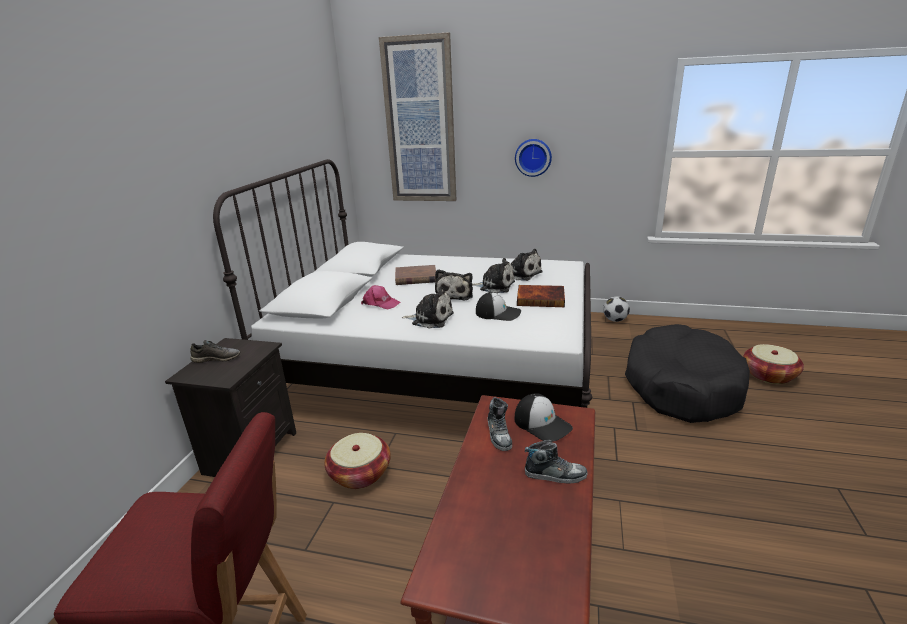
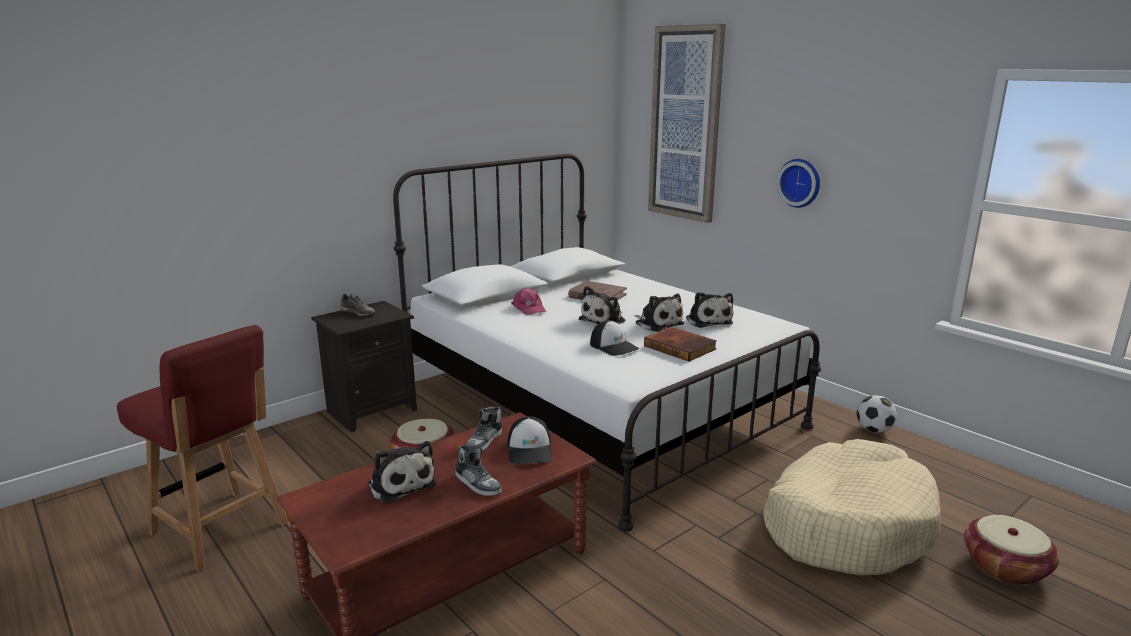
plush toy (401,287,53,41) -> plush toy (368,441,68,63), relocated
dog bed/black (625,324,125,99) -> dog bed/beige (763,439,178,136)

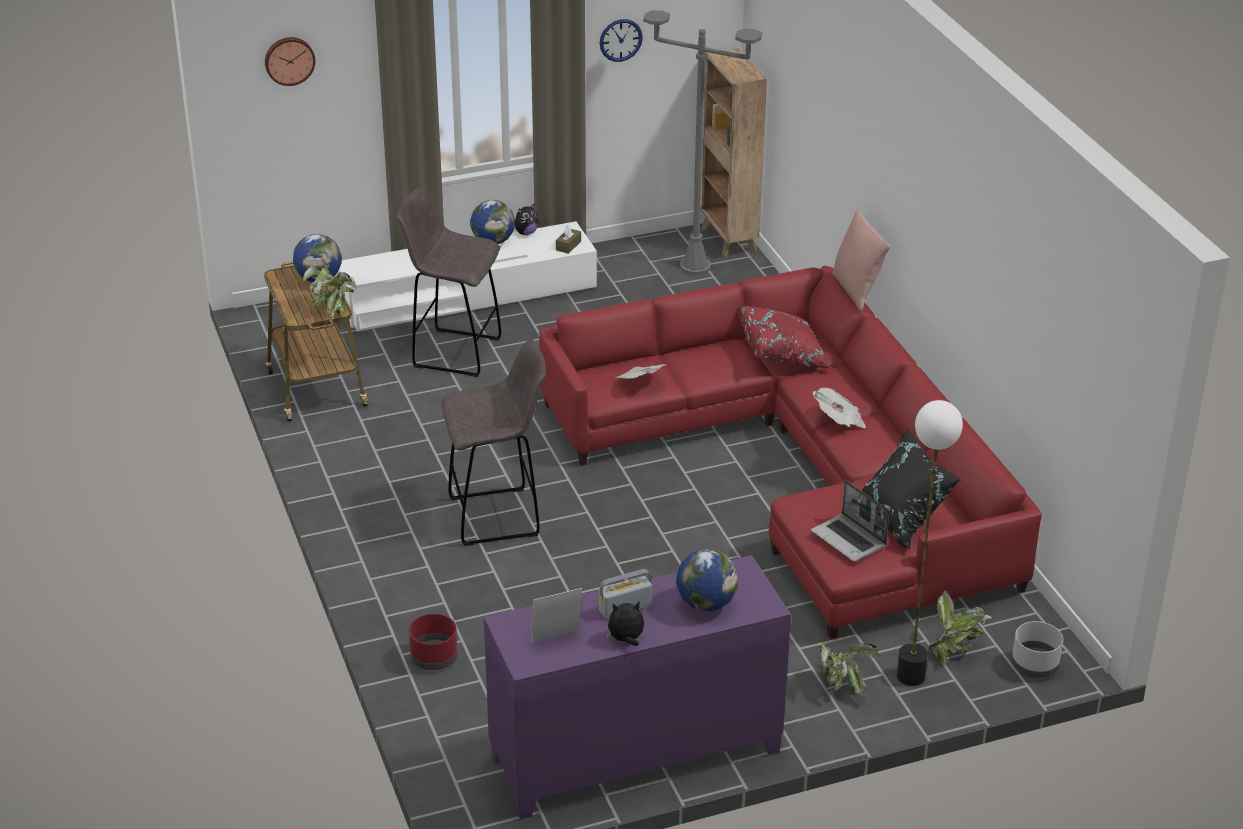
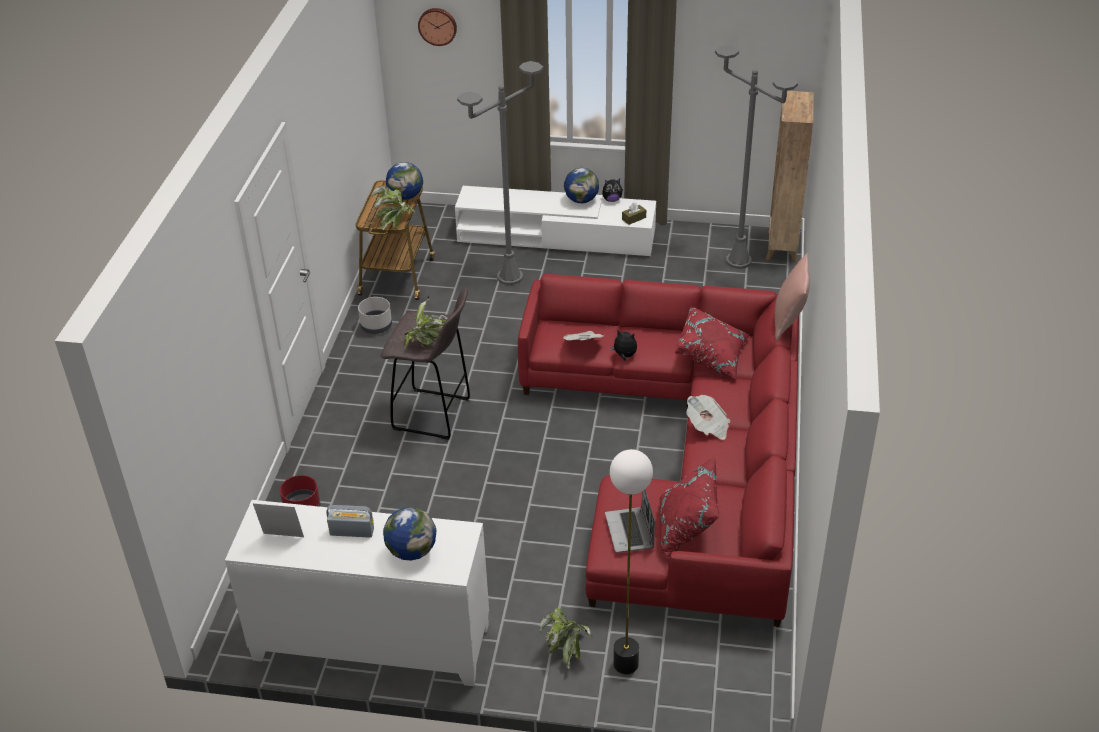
wall clock (599,19,44,43) -> none
stool/grey (397,188,104,189) -> floor lamp/grey (457,61,86,224)
pillow/black (861,428,100,122) -> pillow/red (659,456,60,103)
cabinet/purple (484,555,307,265) -> cabinet/white (225,500,264,186)
potted plant (929,589,63,75) -> potted plant (404,296,44,53), relocated
plush toy (606,601,38,45) -> plush toy (610,330,27,31), relocated
planter/grey (1012,621,51,57) -> planter/grey (358,297,34,37), relocated

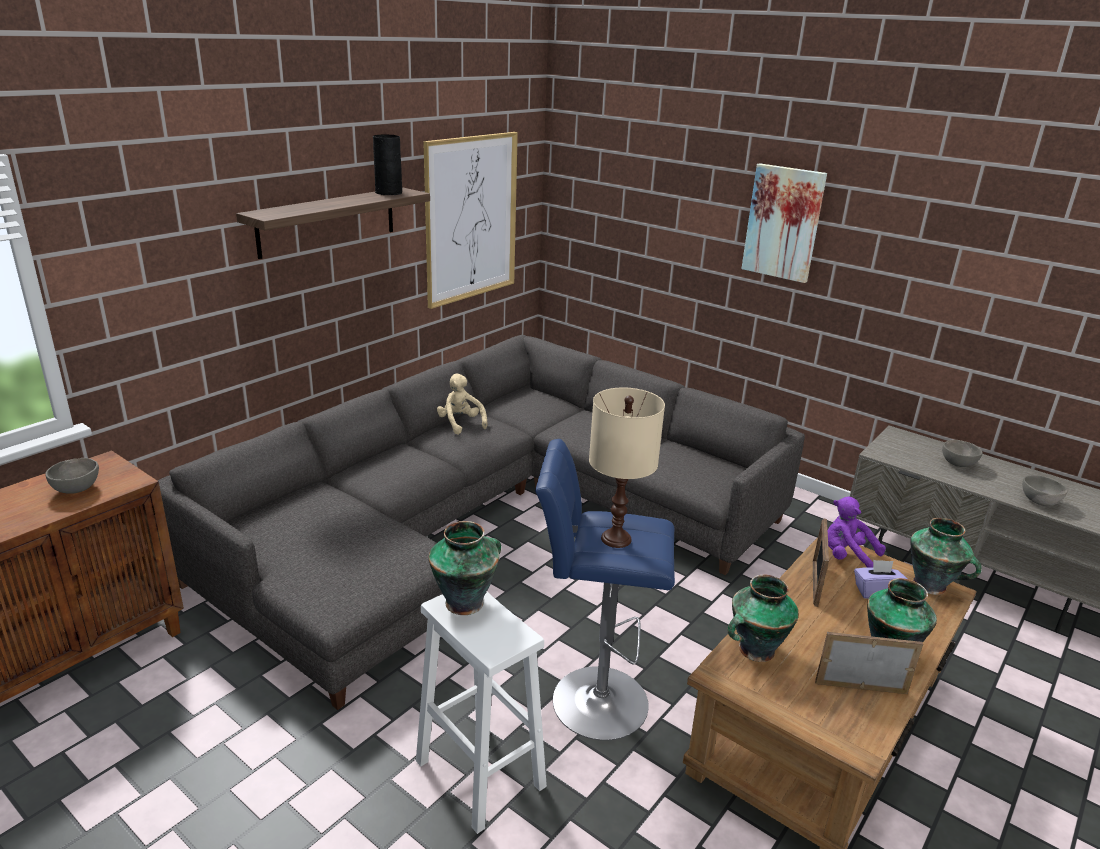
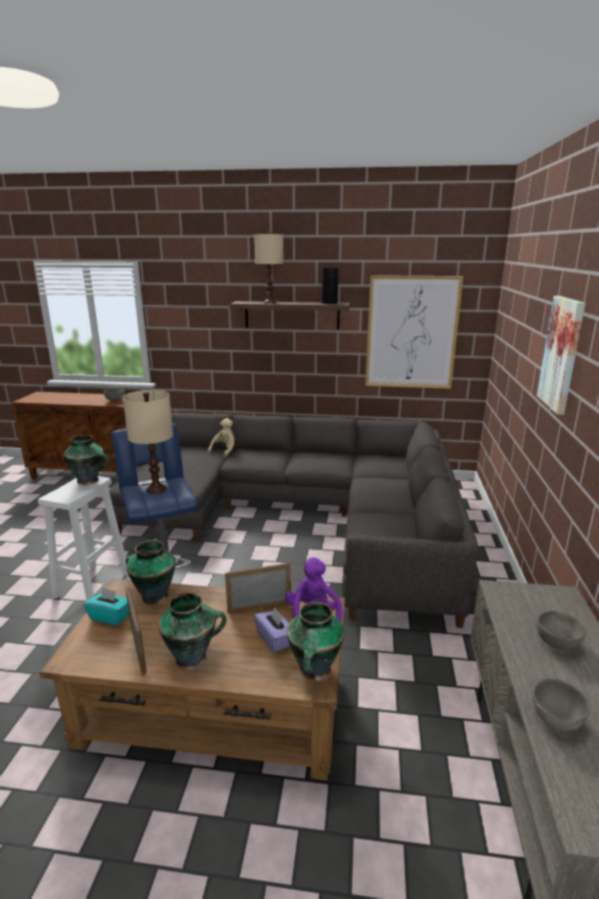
plush toy/beige (437,374,51,61) -> plush toy/beige (208,418,27,39), relocated
none -> table lamp/beige (254,232,30,72)
none -> tissue box/turquoise (84,587,45,38)

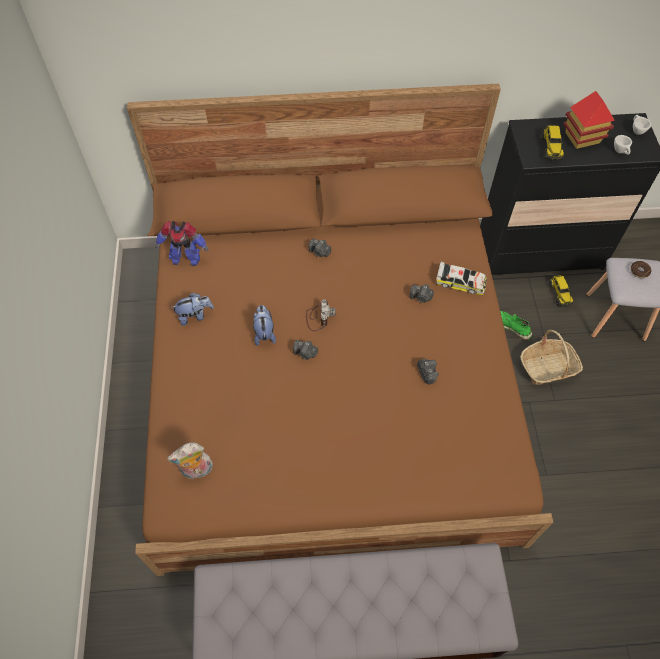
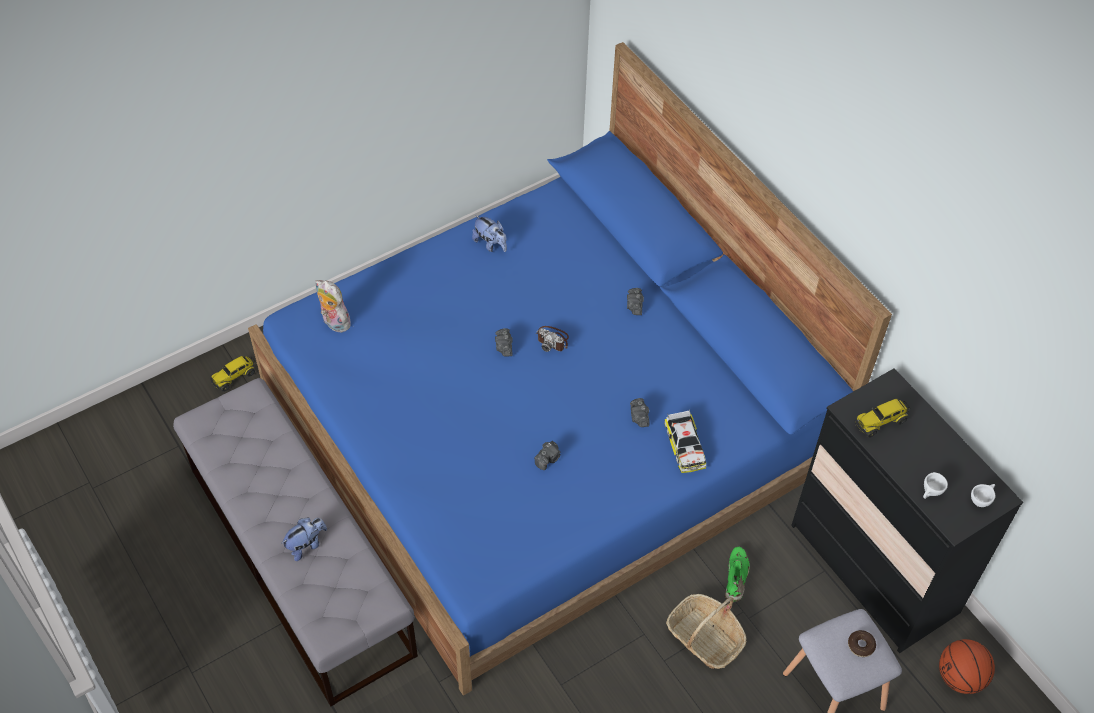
bed/brown (127,84,426,492) -> bed/blue (248,42,644,654)
toy house (564,91,51,58) -> none
toy robot (155,221,53,45) -> none
toy truck (548,274,25,33) -> toy truck (210,356,46,36), relocated
photo camera (306,299,29,32) -> photo camera (536,326,33,26), 60 degrees clockwise
plush toy (253,305,23,41) -> plush toy (281,518,46,43), relocated
none -> basketball (939,639,56,55)

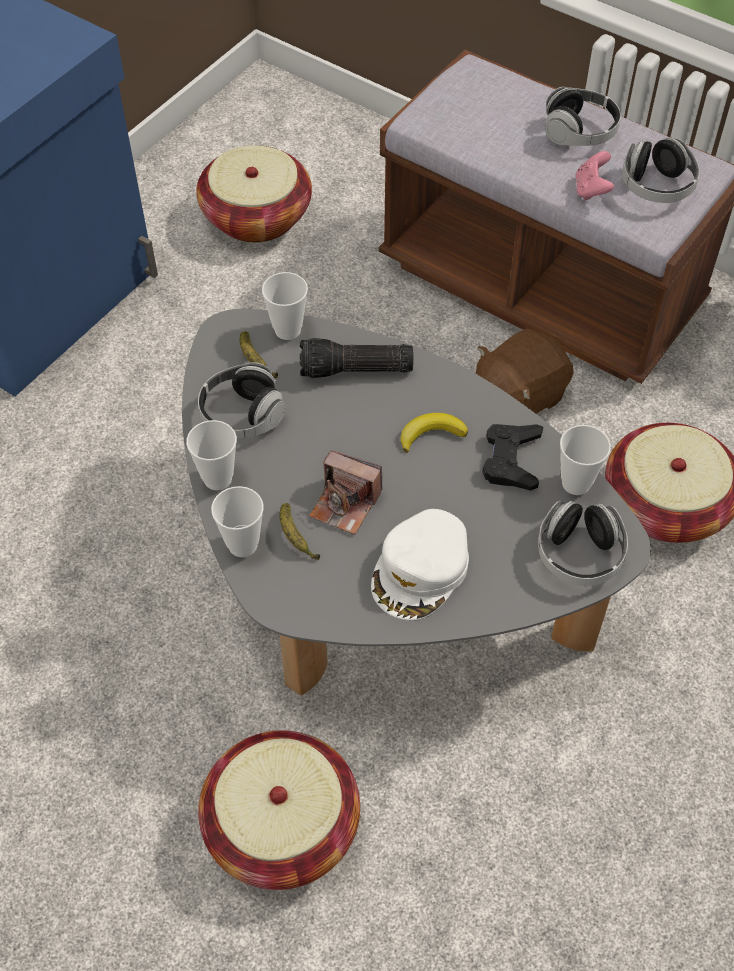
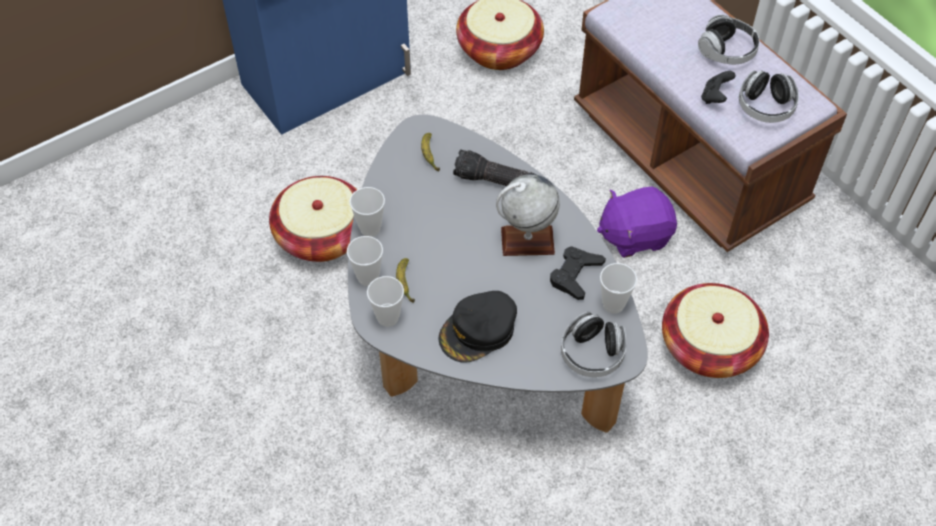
game controller/pink (575,151,39,50) -> game controller/black (701,71,35,33)
cup (262,272,46,68) -> cup (367,276,37,51), relocated
plush toy/brown (476,328,98,86) -> plush toy/purple (597,186,80,72)
headphones (198,362,89,77) -> none
banana (401,413,67,40) -> globe (496,174,64,82)
photo camera (309,451,74,84) -> none
cap/white (371,509,98,111) -> cap/black (438,291,79,72)
basket (198,730,162,160) -> basket (269,176,88,86), relocated

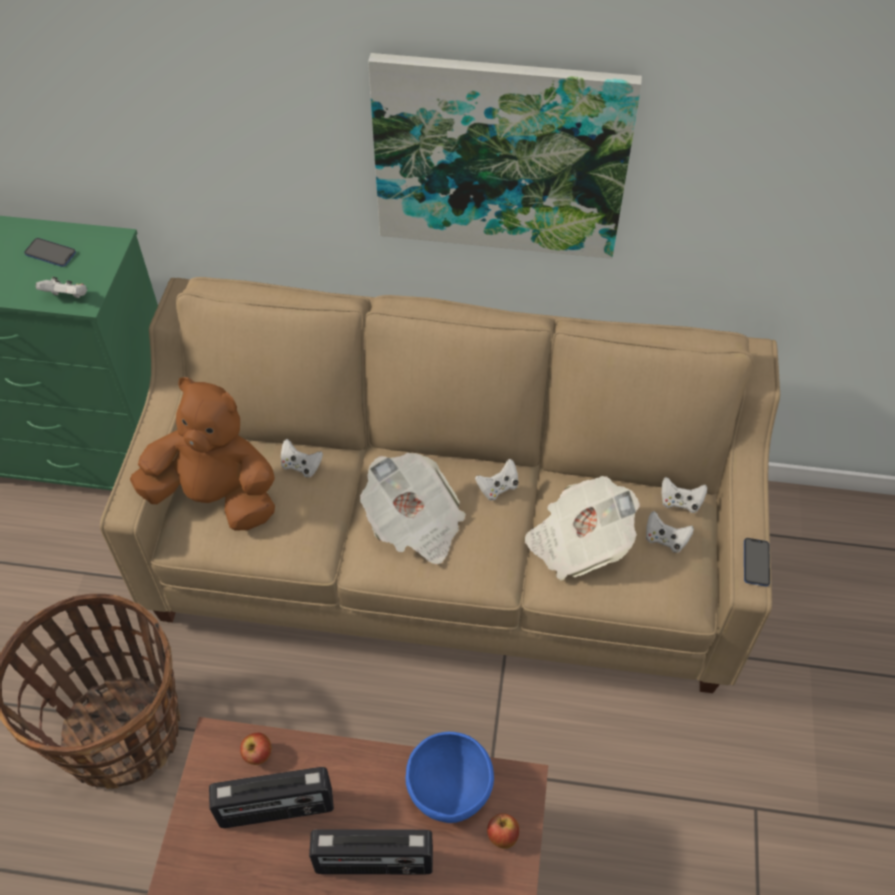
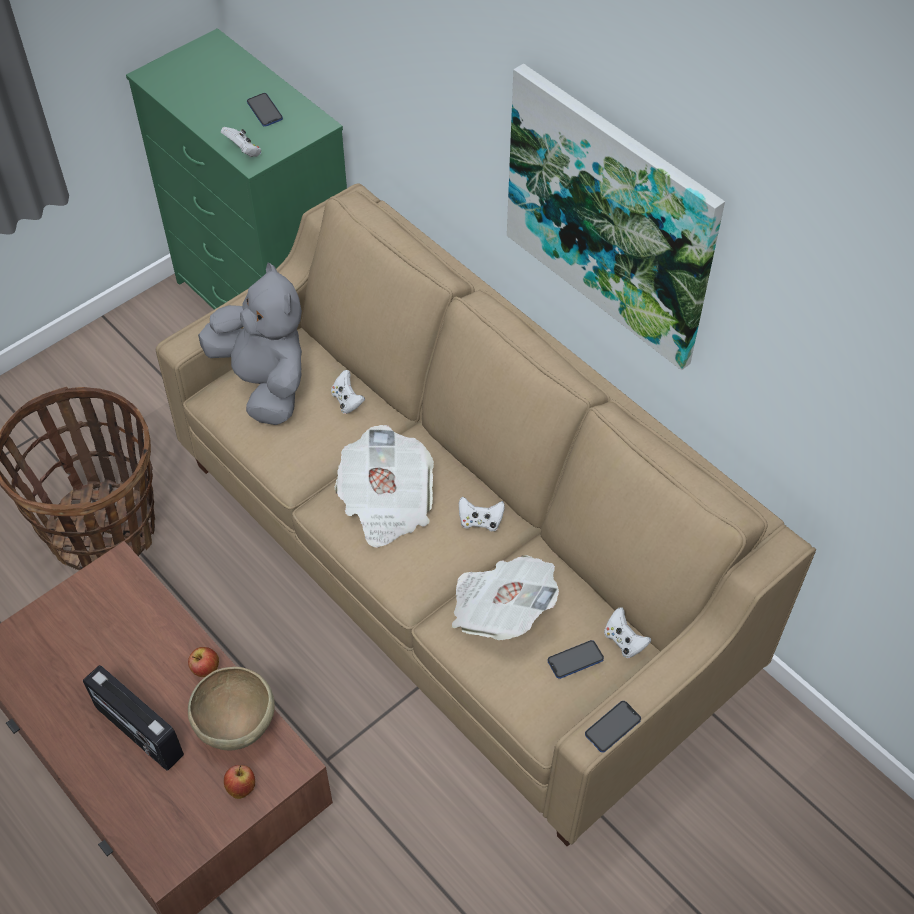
plush toy/brown (130,377,145,153) -> plush toy/grey (198,262,104,163)
game controller/white (646,511,48,42) -> phone (548,640,56,39)
bowl/blue (406,732,88,91) -> bowl/brown (188,667,87,84)
apple (240,733,31,32) -> apple (188,647,31,30), relocated
radio (209,767,125,61) -> none

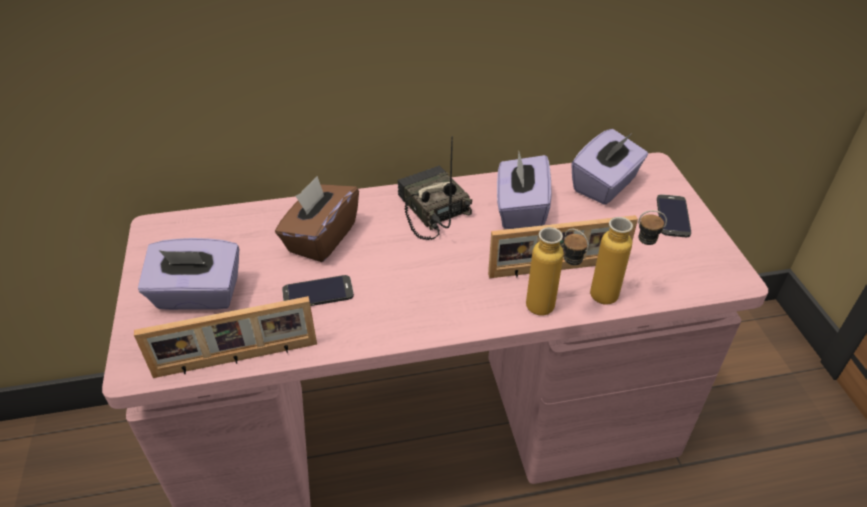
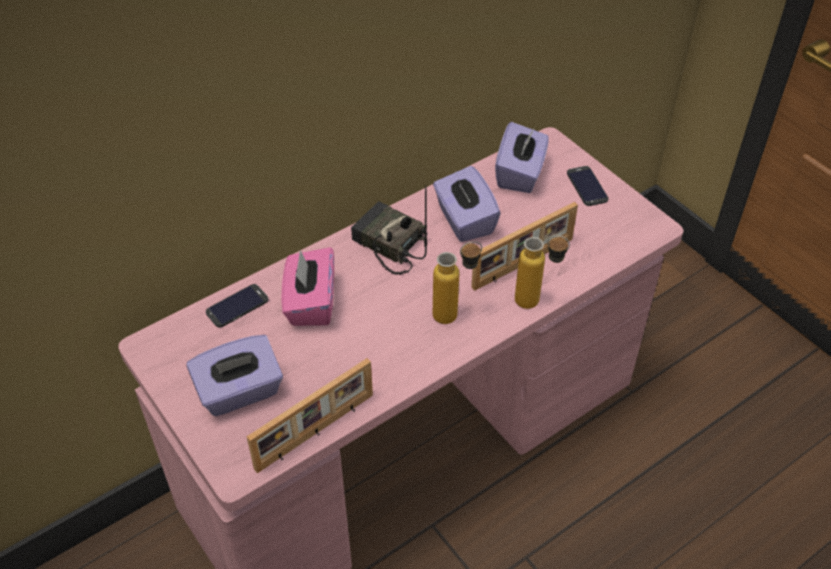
tissue box/brown (275,176,84,86) -> tissue box/pink (281,247,53,79)
bottle (590,210,77,95) -> bottle (433,241,49,83), relocated
phone (282,275,72,31) -> phone (206,284,62,44), relocated

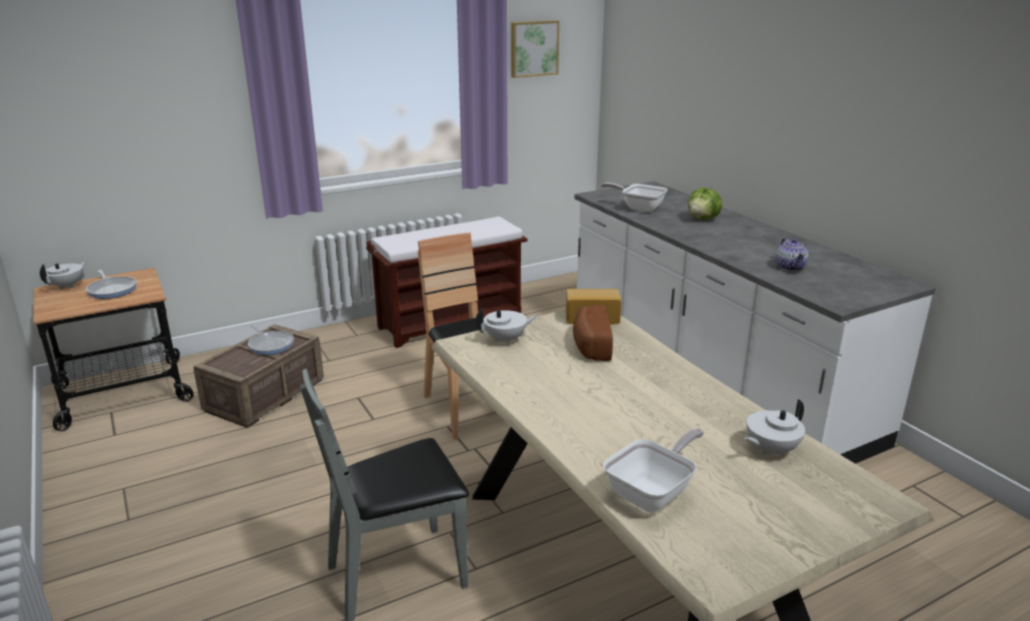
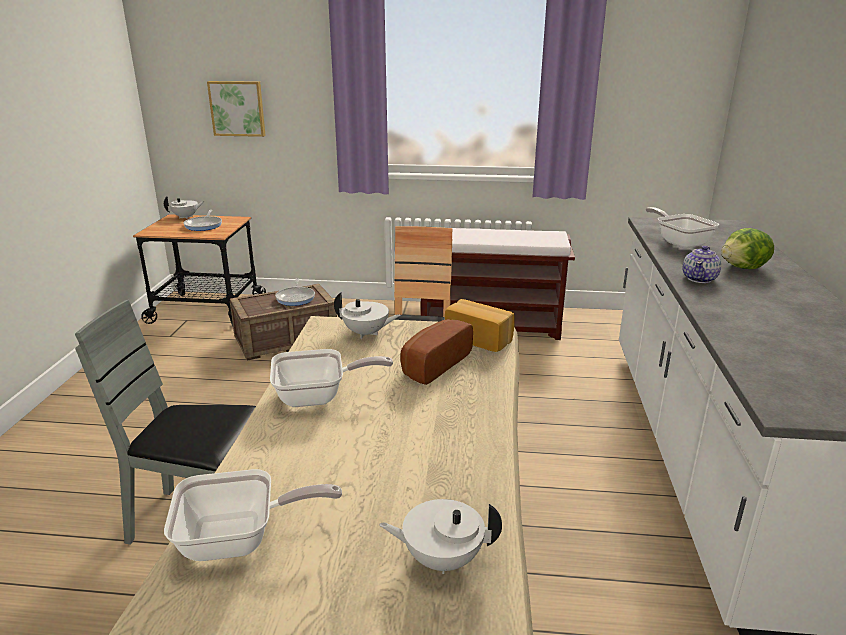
picture (511,20,49,58) -> picture (207,81,59,56), relocated
teapot (775,238,34,33) -> teapot (683,246,38,37), relocated
none -> frying pan (270,349,123,58)

